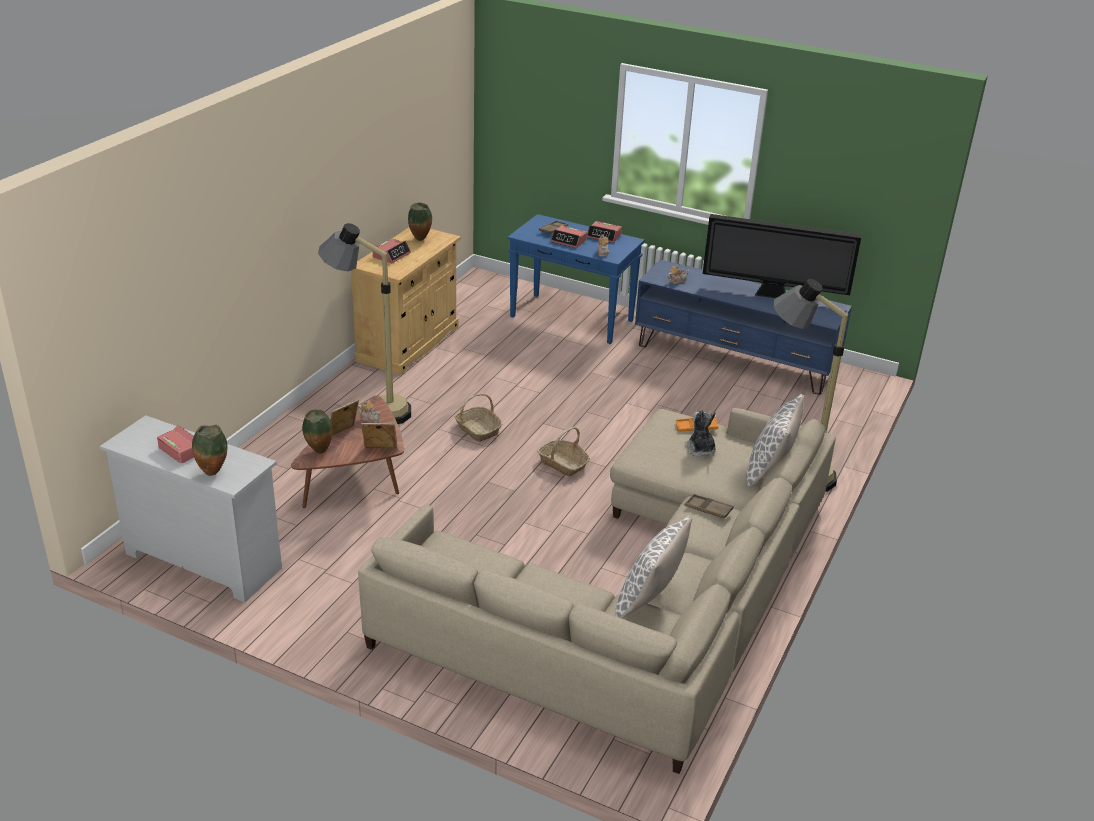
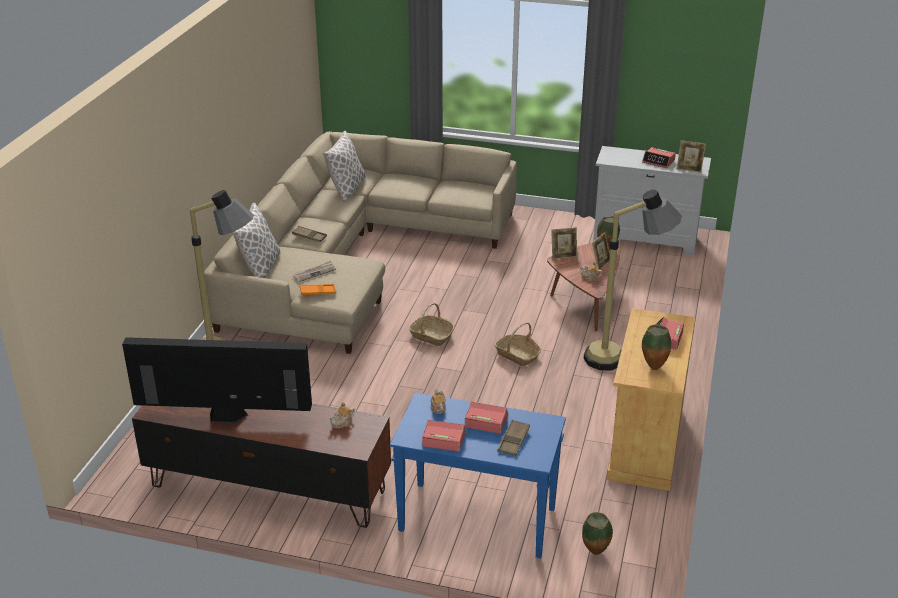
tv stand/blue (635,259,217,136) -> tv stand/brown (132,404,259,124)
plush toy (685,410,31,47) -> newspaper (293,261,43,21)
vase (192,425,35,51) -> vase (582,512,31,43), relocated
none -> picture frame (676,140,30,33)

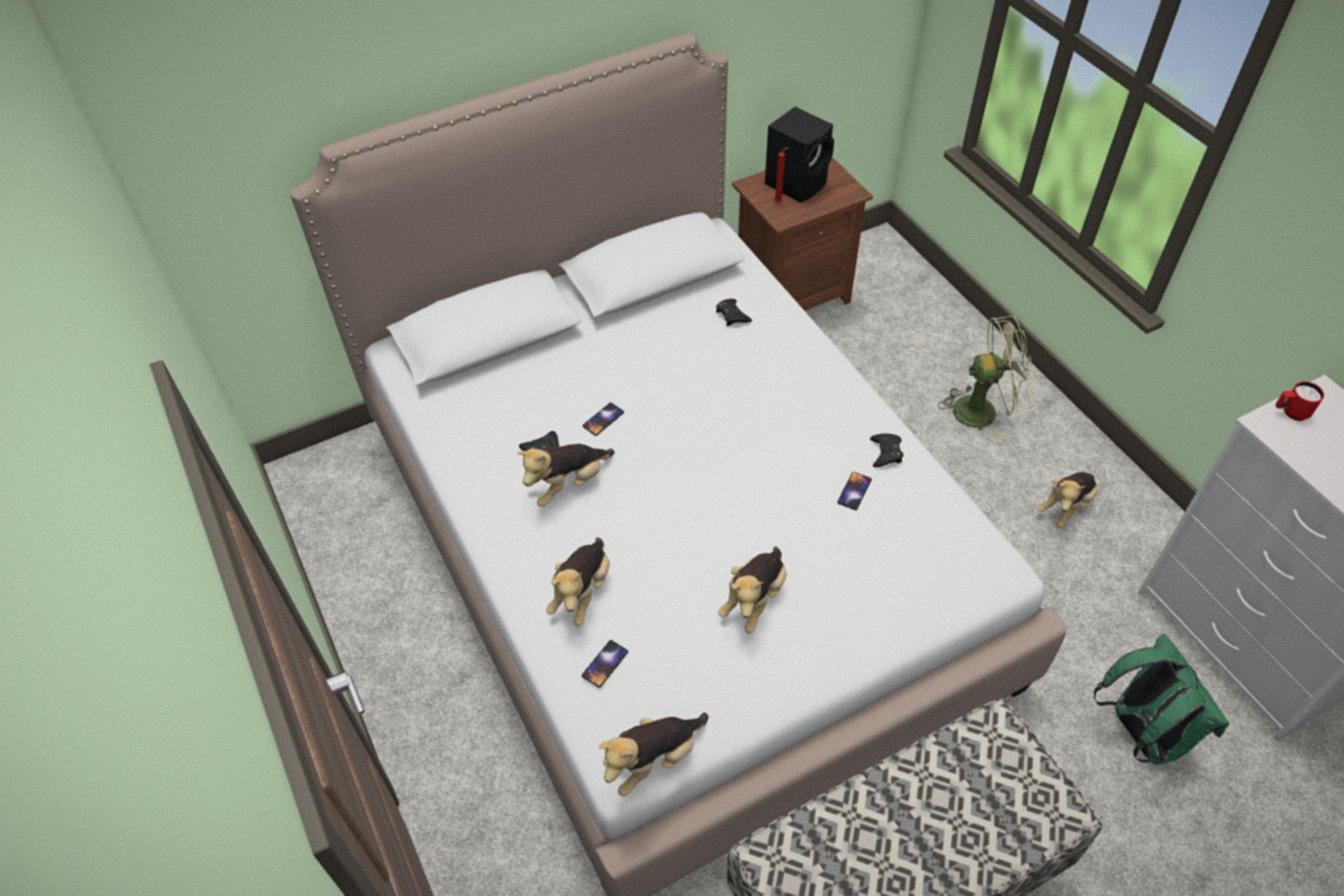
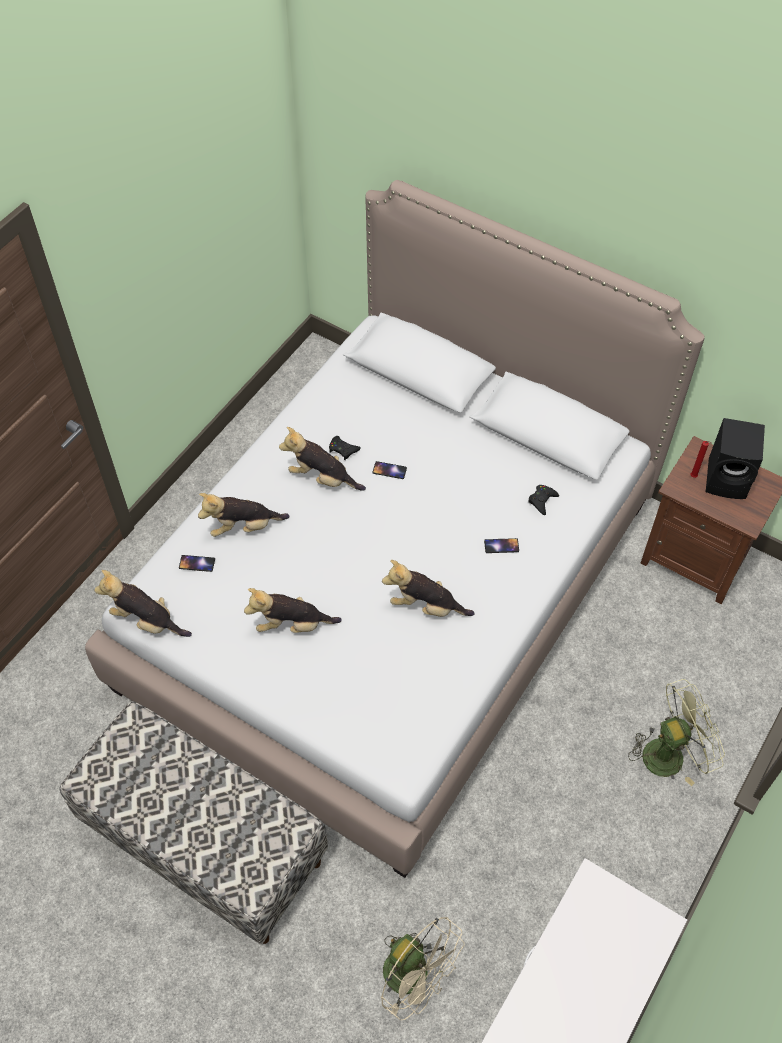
fan/green (938,316,96,124) -> fan/green (628,679,97,107), 75 degrees counterclockwise
mug/red (1276,381,48,40) -> none
game controller/black (870,434,33,33) -> none
phone (837,472,35,38) -> phone (484,538,35,15), relocated
plush toy (1037,472,60,56) -> plush toy (382,560,92,57), relocated
backpack/green (1094,634,135,131) -> fan/beige (381,917,84,103)

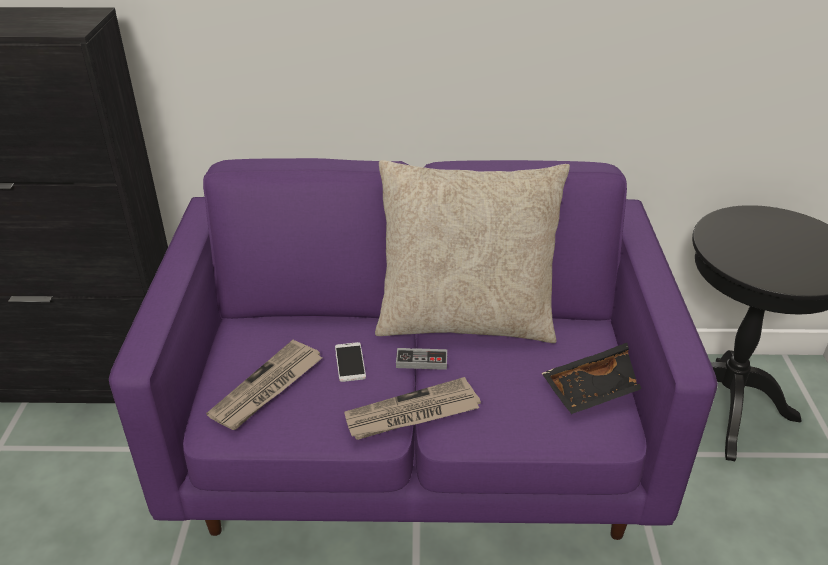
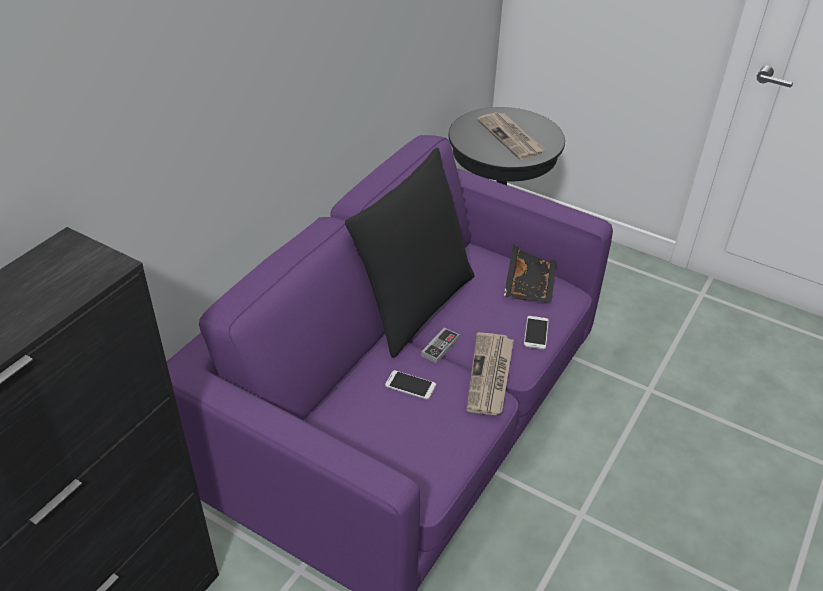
pillow/beige (375,160,195,183) -> pillow/black (345,147,130,211)
newspaper (206,340,116,90) -> newspaper (477,112,68,48), relocated
none -> phone (524,316,25,33)

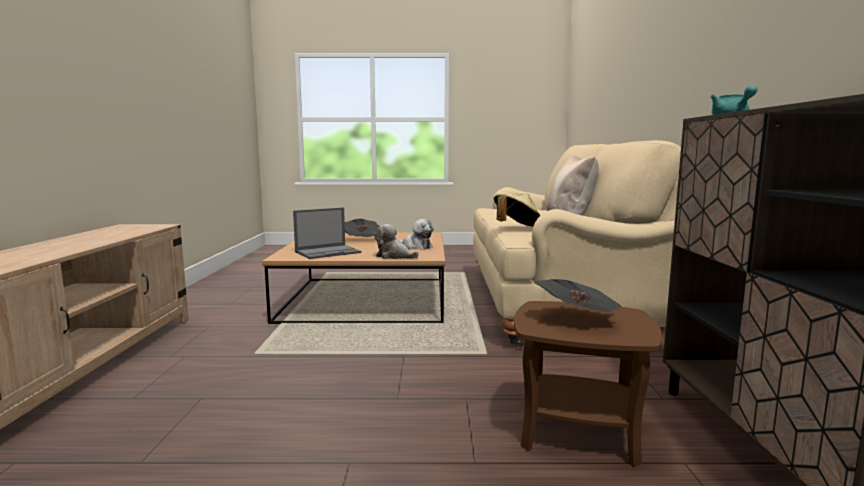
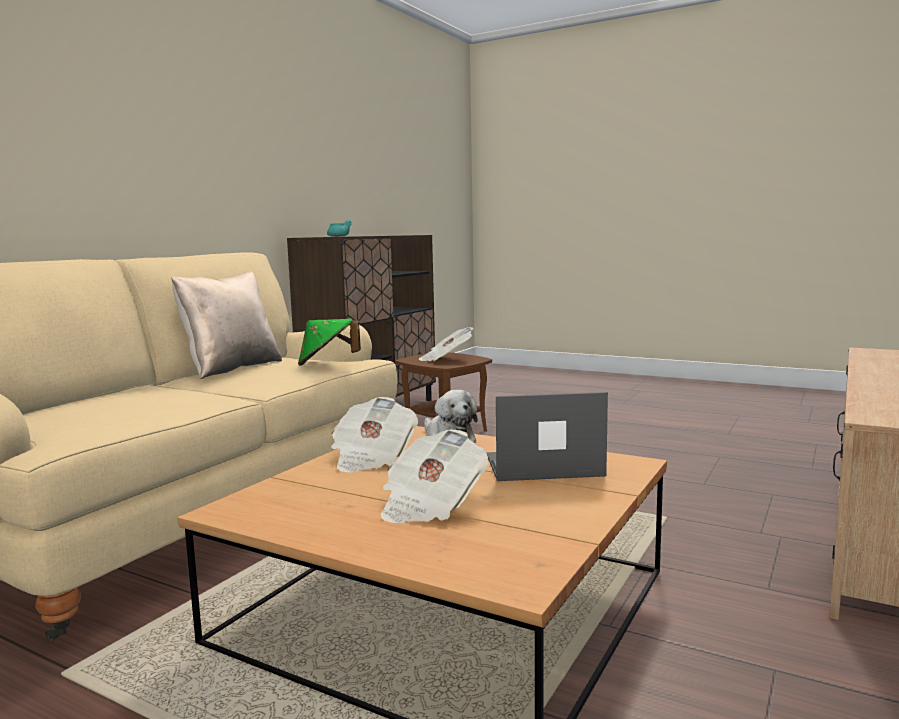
hat/beige (494,193,47,33) -> hat/green (298,319,63,47)
plush toy (397,219,37,31) -> newspaper (331,397,87,75)

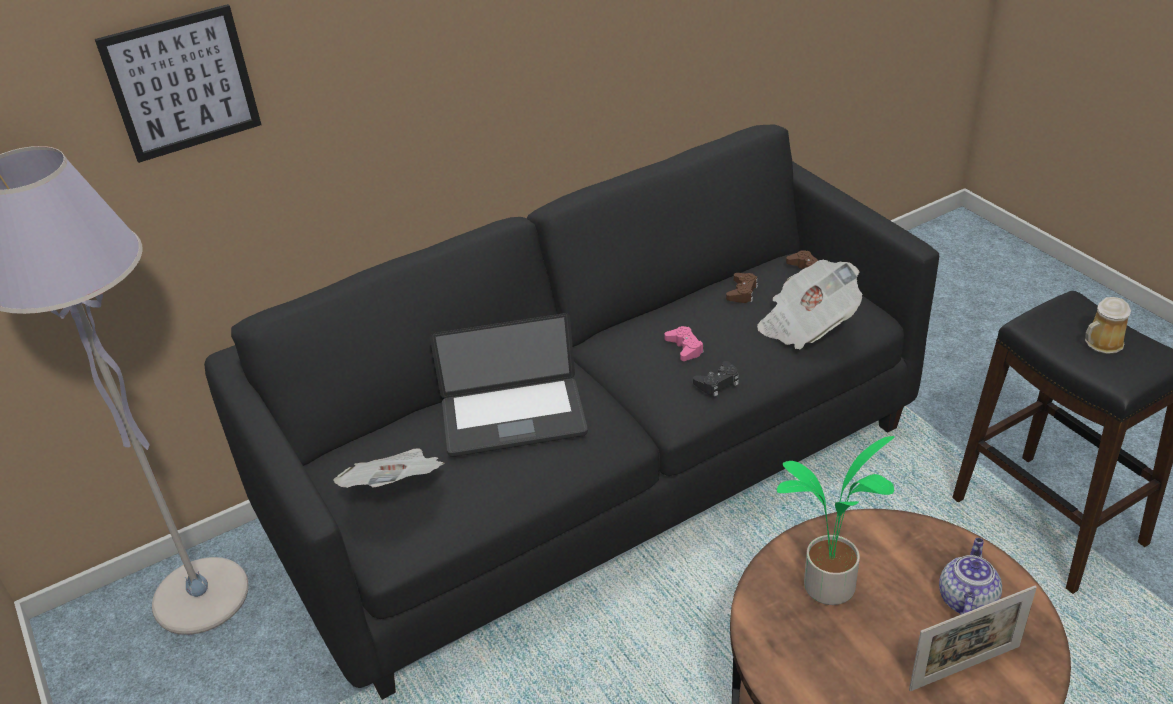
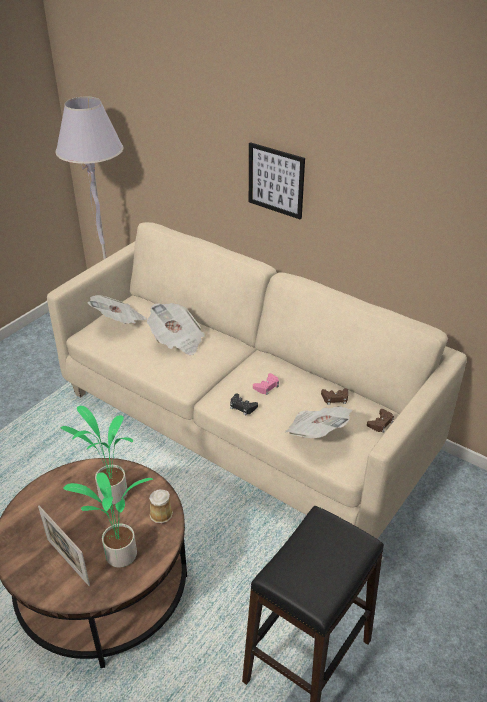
picture (95,4,166,159) -> picture (249,142,56,78), relocated
sofa/black (204,125,735,575) -> sofa/beige (47,222,420,317)
mug (1085,297,46,57) -> mug (149,490,24,33), relocated
laptop (430,313,158,144) -> newspaper (147,303,58,53)
teapot (939,538,63,77) -> potted plant (63,472,90,96)

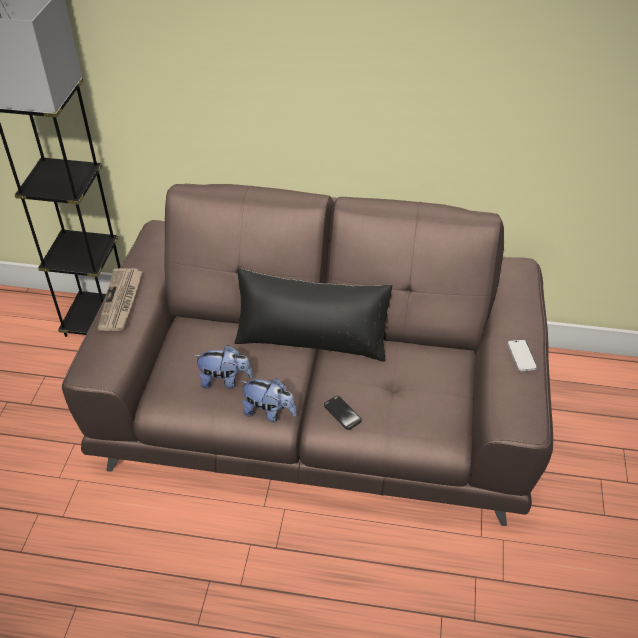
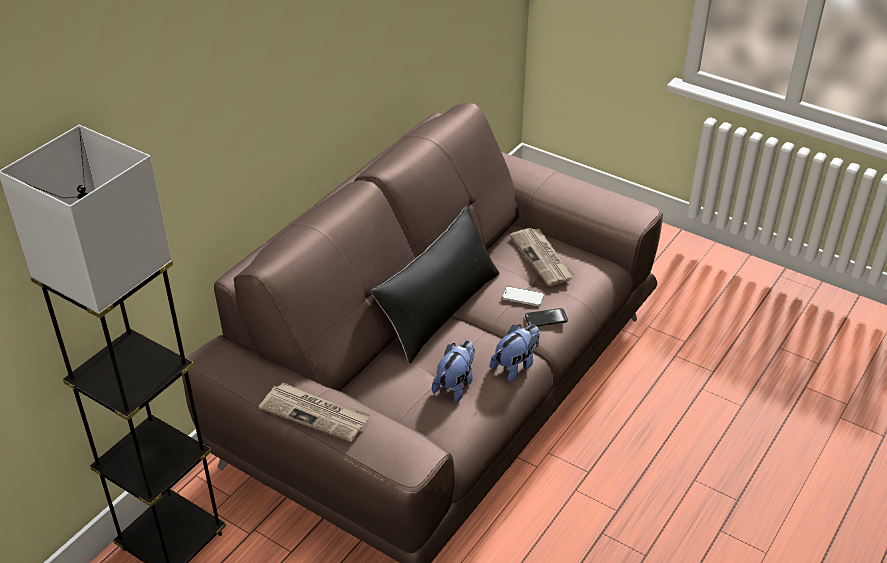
phone (507,339,30,32) -> phone (502,286,42,20), relocated
none -> newspaper (510,228,65,58)

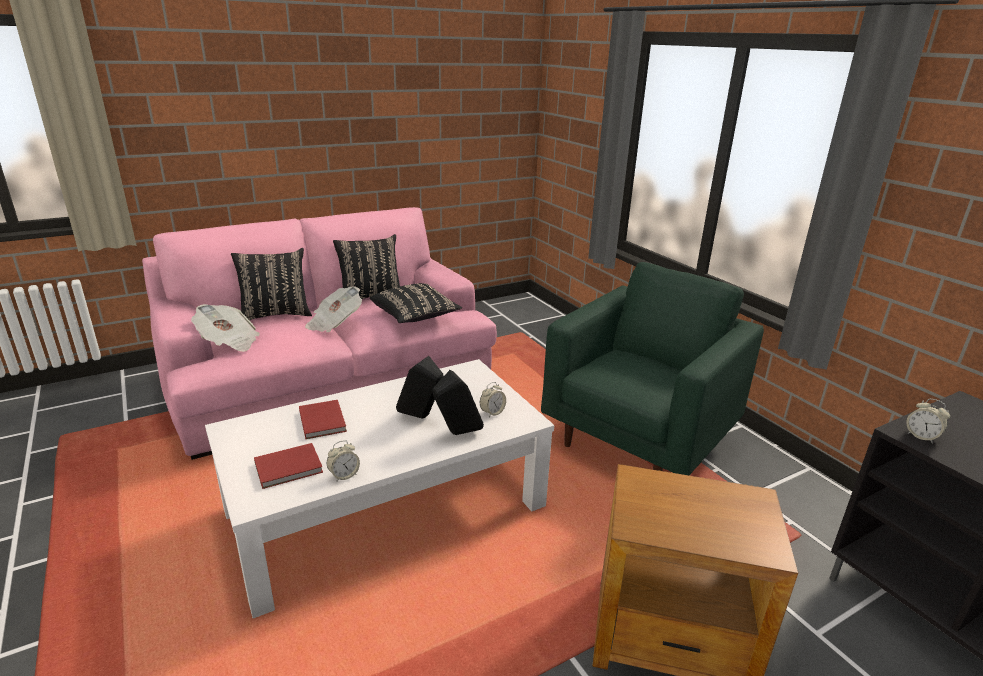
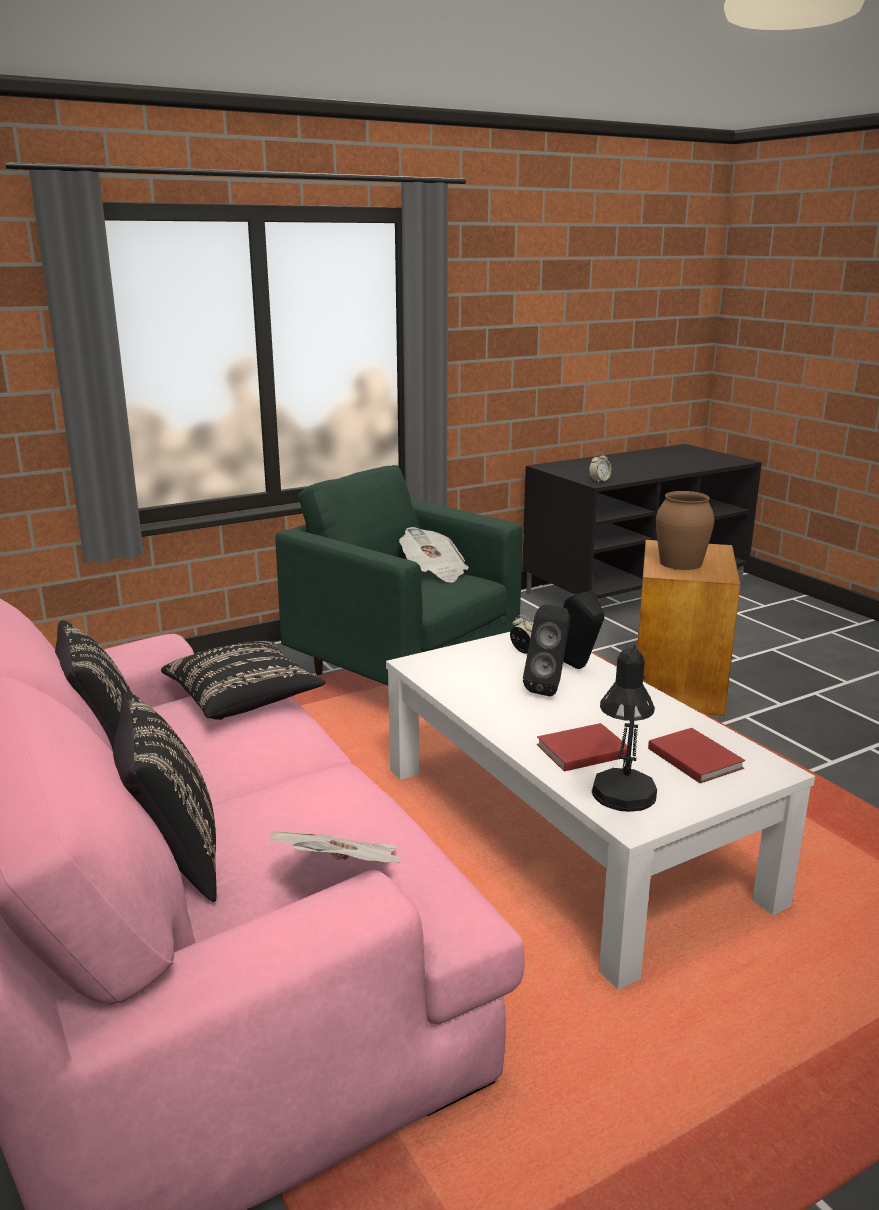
newspaper (305,286,57,46) -> newspaper (399,527,70,56), relocated
alarm clock (327,440,33,42) -> none
none -> vase/brown (656,491,58,79)
none -> table lamp/black (592,645,65,167)

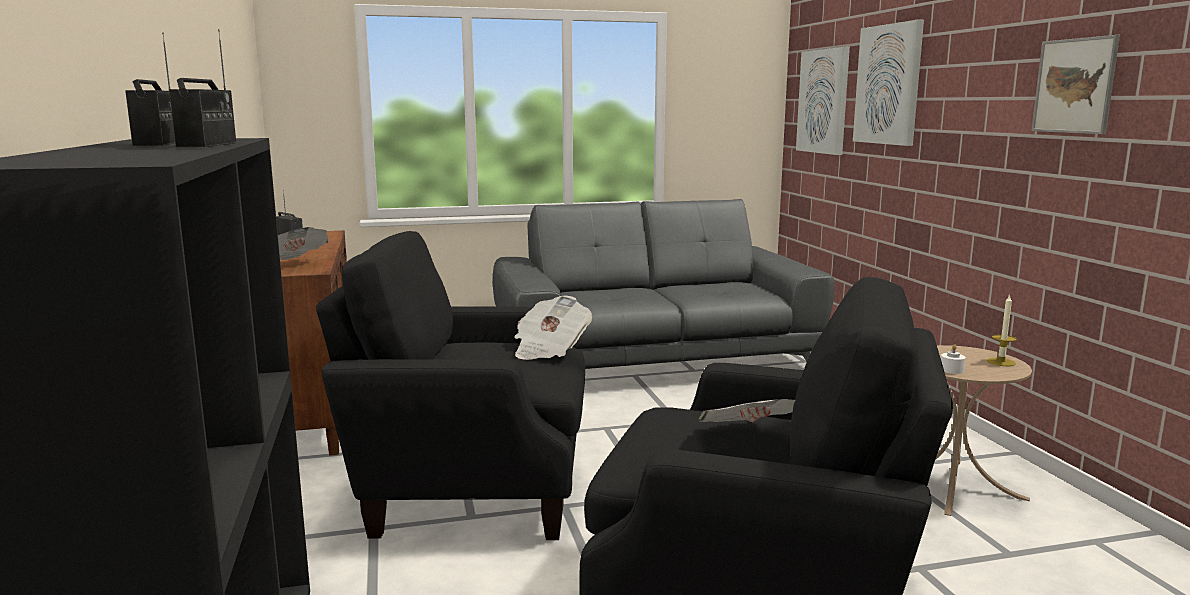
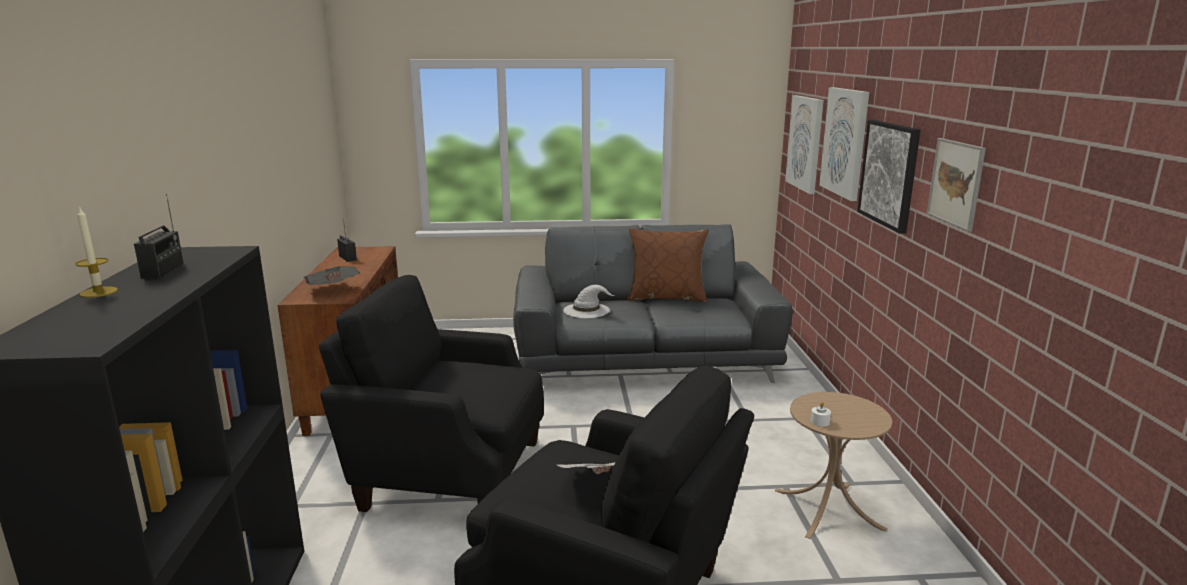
radio (169,29,67,118) -> none
candle (987,294,30,72) -> candle (75,206,43,92), relocated
newspaper (515,295,77,65) -> none
none -> picture (857,120,64,114)
none -> pillow/brown (627,228,82,74)
none -> hat/white (563,285,52,33)

